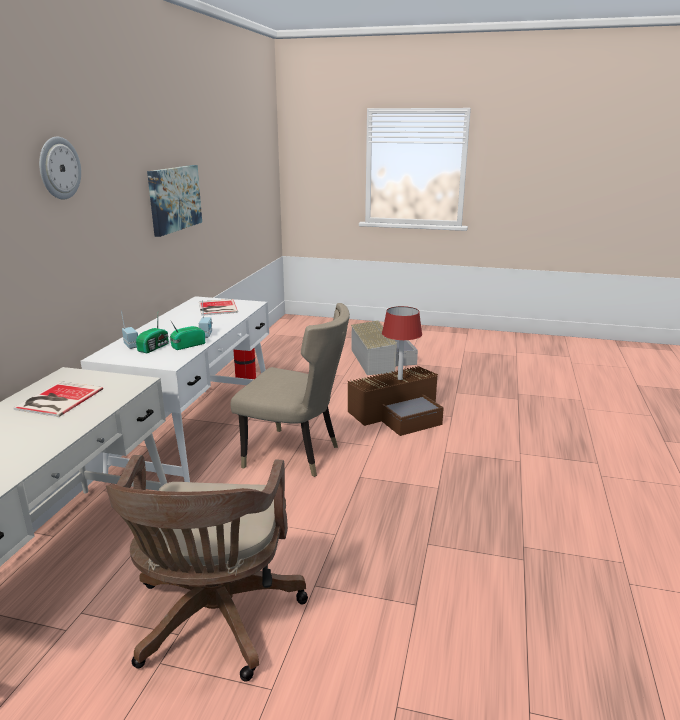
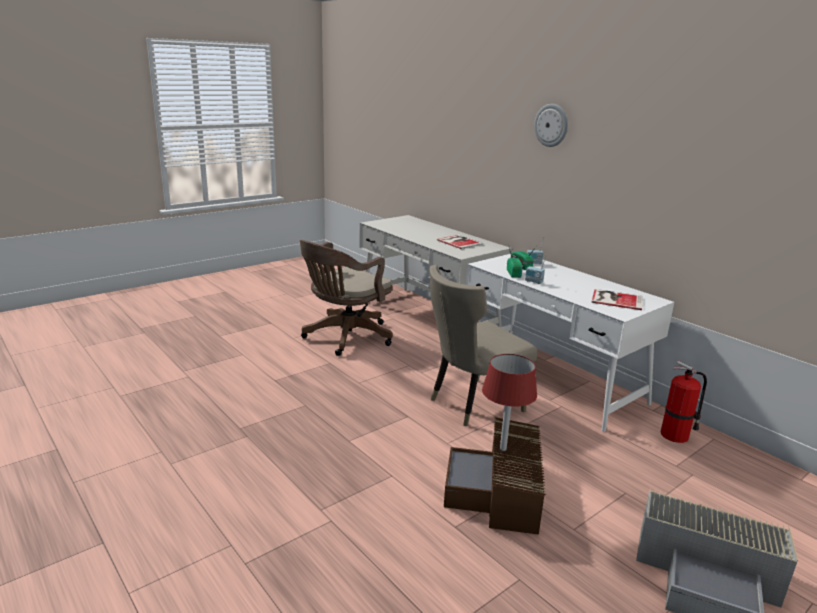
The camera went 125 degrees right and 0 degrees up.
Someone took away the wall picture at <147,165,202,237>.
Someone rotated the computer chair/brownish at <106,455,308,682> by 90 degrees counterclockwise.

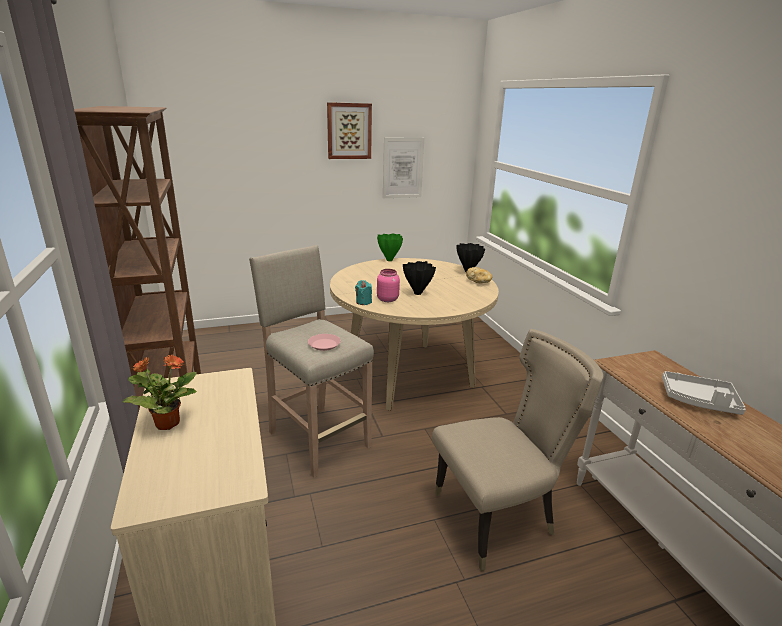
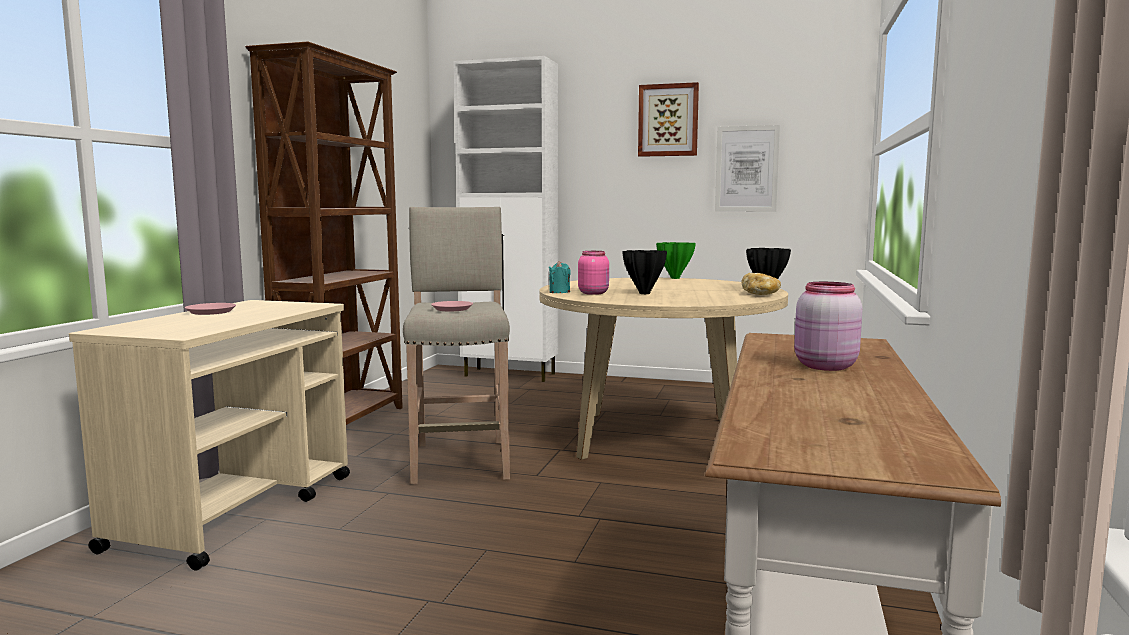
The camera went 35 degrees right and 15 degrees down.
Someone took away the chair/beige at <432,329,604,571>.
Someone swapped the plant in a pot at <123,355,197,430> for the flat dish/pink-coloured at <185,303,236,315>.
Someone swapped the carrying tray/greyish at <662,371,746,415> for the jar/pink-coloured at <794,282,862,371>.
Someone put down the storage cabinet/white at <454,56,558,382>.

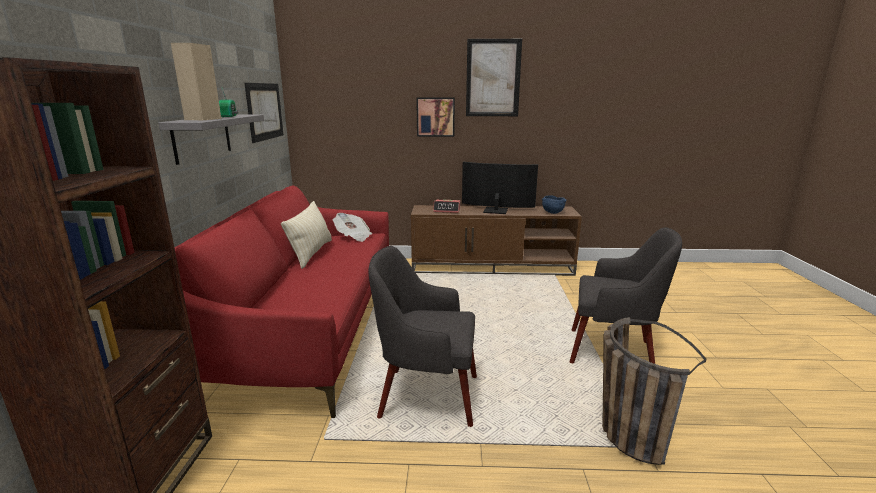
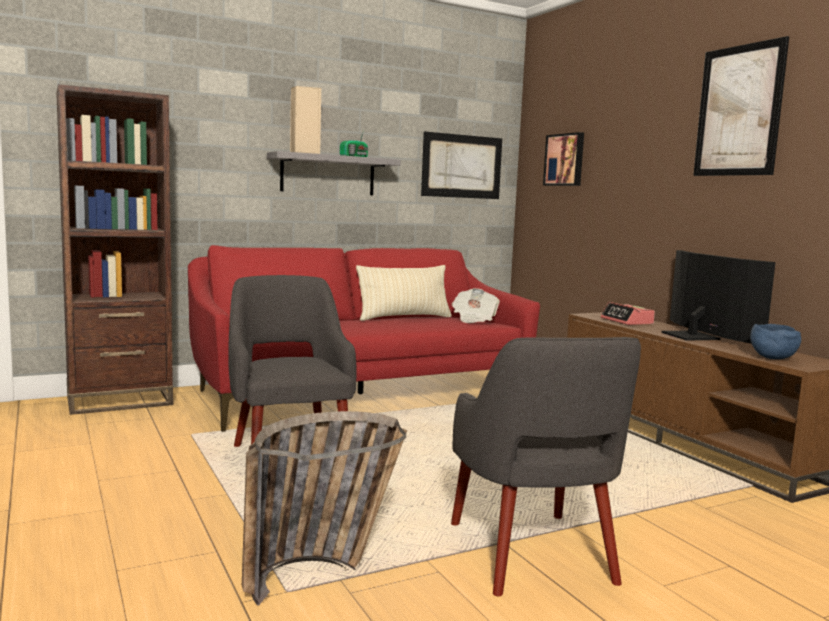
The camera went 60 degrees right and 10 degrees down.
Someone carried the wall picture from <416,97,455,137> to <543,132,584,186>.

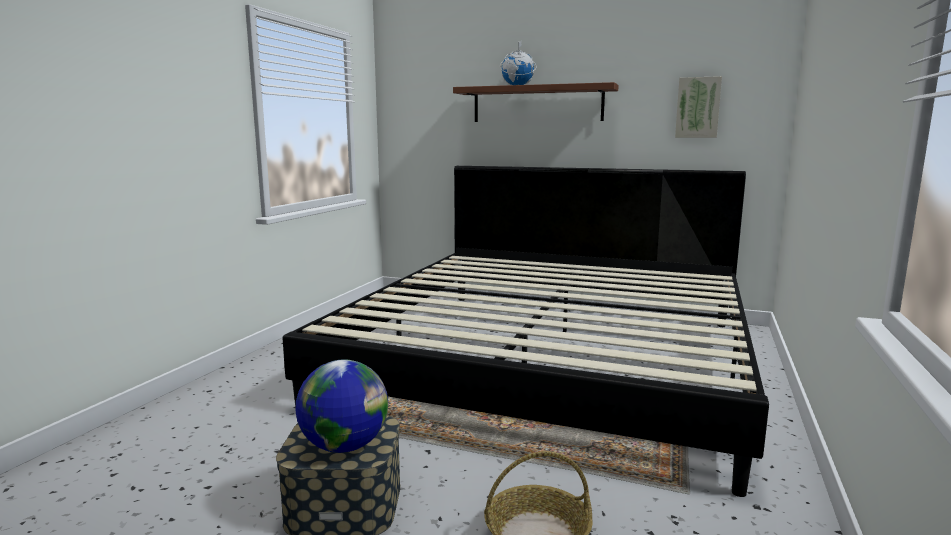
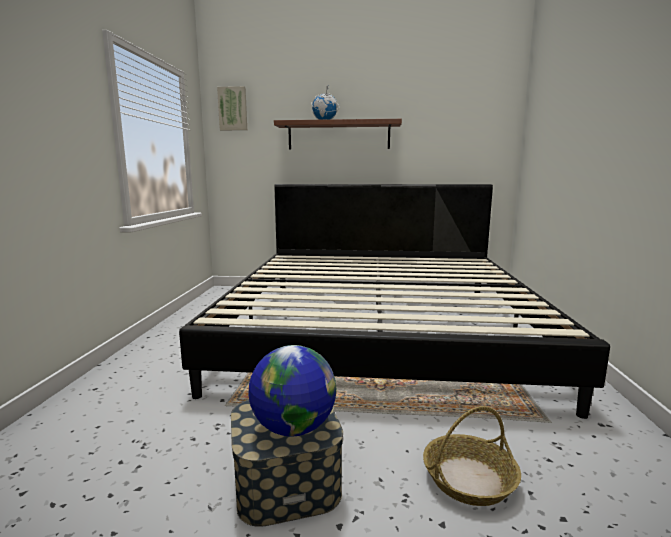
The camera went 15 degrees left and 0 degrees up.
Someone carried the wall picture from <675,76,722,138> to <217,86,247,130>.

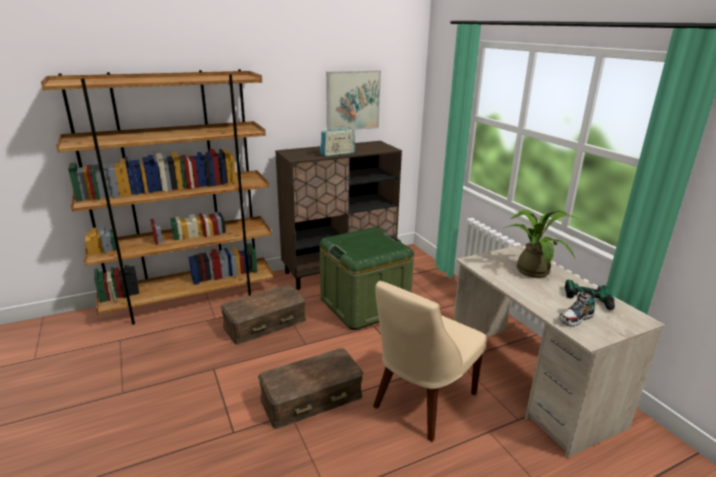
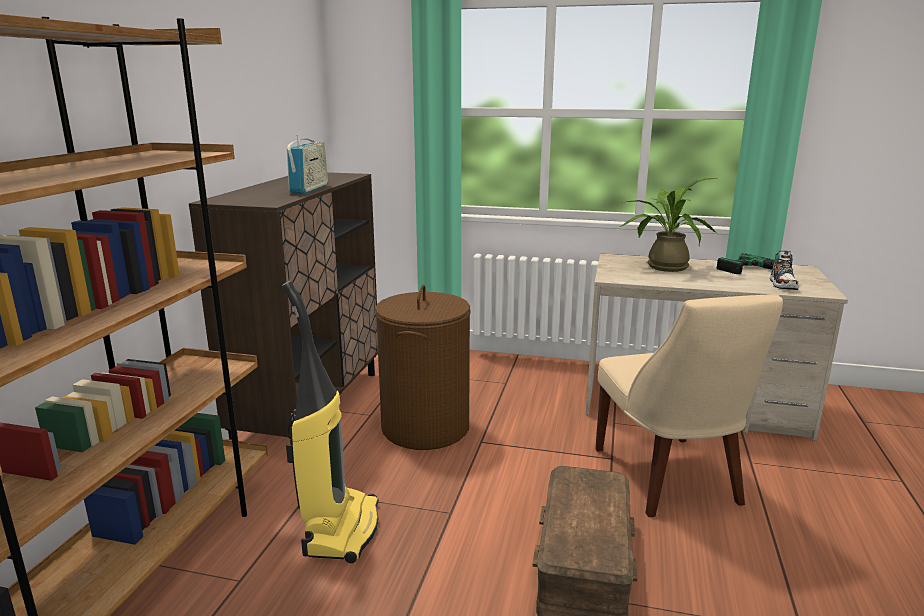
The camera went 50 degrees left and 5 degrees down.
Someone took away the wall picture at <326,70,381,130>.
Someone swapped the storage box/greenish at <320,227,414,330> for the laundry basket/brownish at <375,284,471,450>.
Someone swapped the storage box/brownish at <220,284,306,345> for the hoover at <282,281,379,563>.

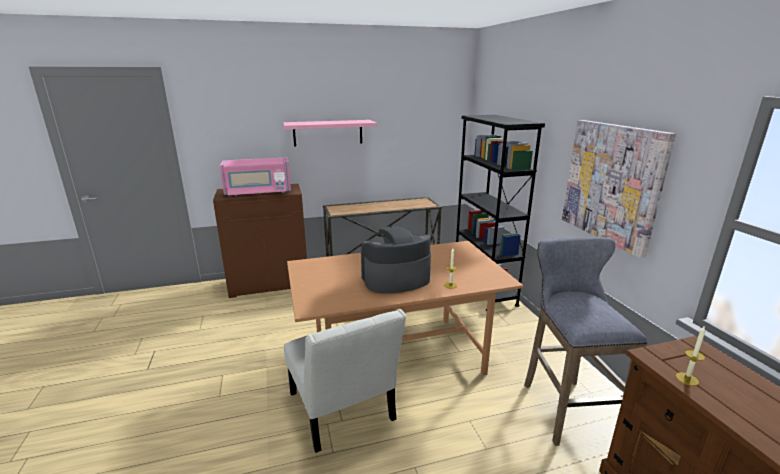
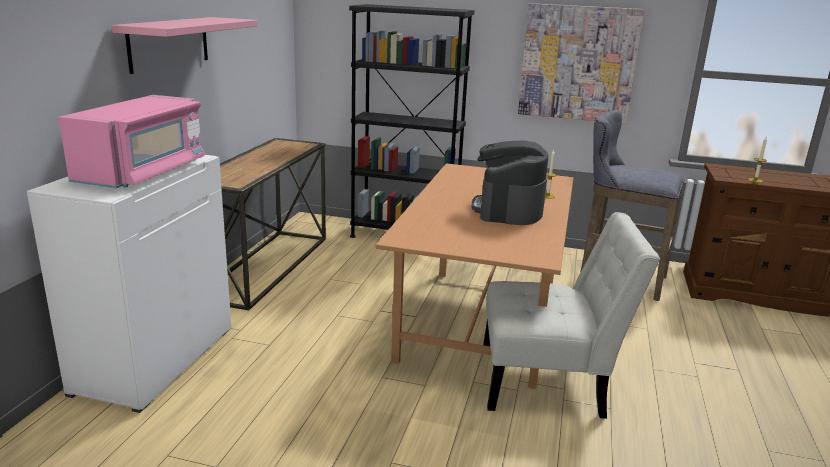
The camera went 60 degrees left and 0 degrees up.
Someone repainted the storage cabinet/brownish at <213,184,307,298>, which became the storage cabinet/white at <27,155,231,413>.

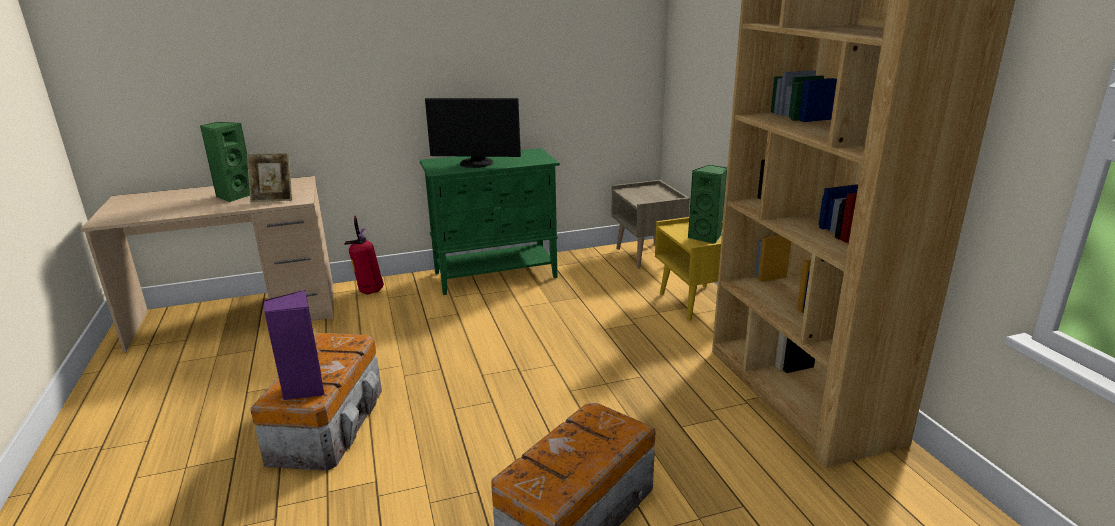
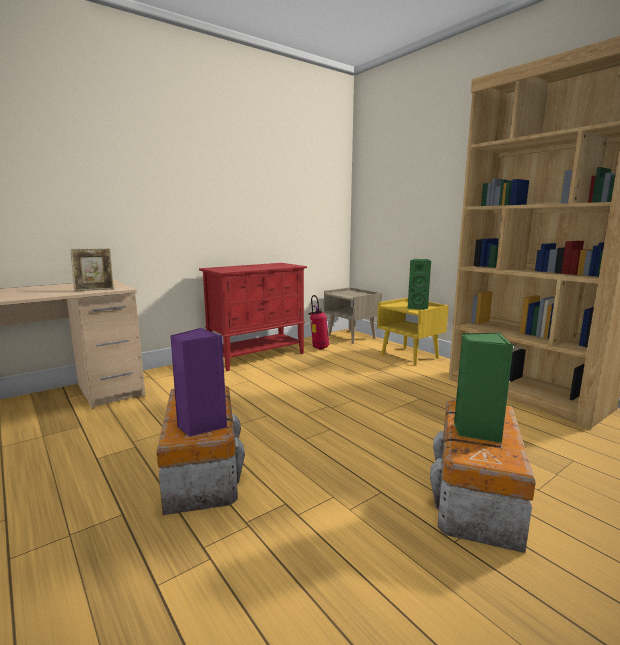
The camera went 20 degrees left and 10 degrees down.
Someone took away the computer screen at <425,98,521,168>.
Someone carried the speaker/greenish from <200,122,250,202> to <454,333,513,443>.
Someone repainted the storage cabinet/greenish at <420,148,560,295>, which became the storage cabinet/reddish at <199,263,307,371>.
Someone carried the fire extinguisher from <344,216,384,295> to <308,295,329,350>.

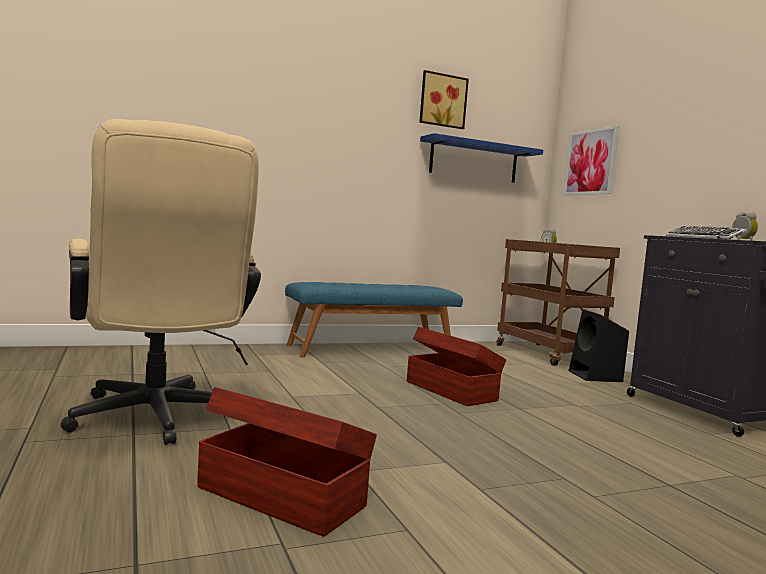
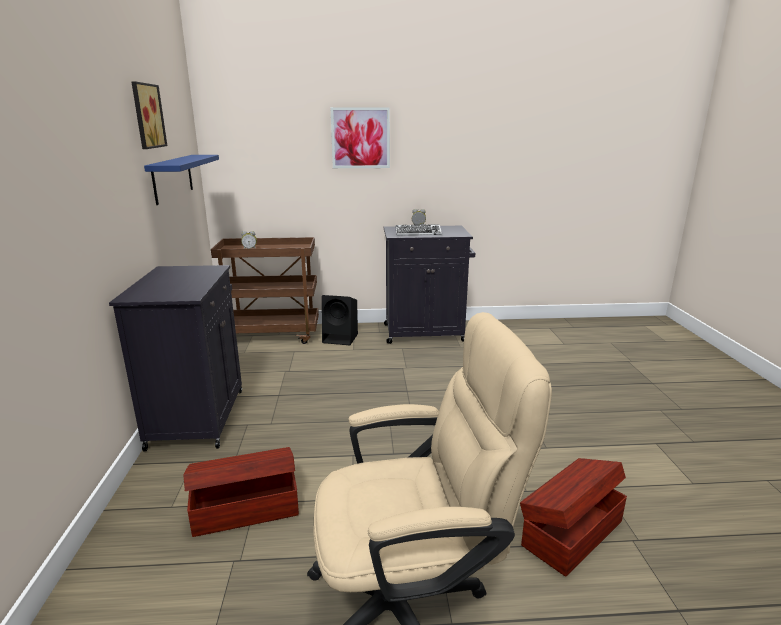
The camera went 70 degrees left and 15 degrees up.
Someone carried the wall picture from <564,126,619,195> to <330,107,390,168>.
Someone swapped the long seat/blue at <285,282,463,358> for the storage cabinet/blackish at <109,265,242,451>.
Someone carried the storage box/brownish from <407,327,506,406> to <184,447,299,537>.

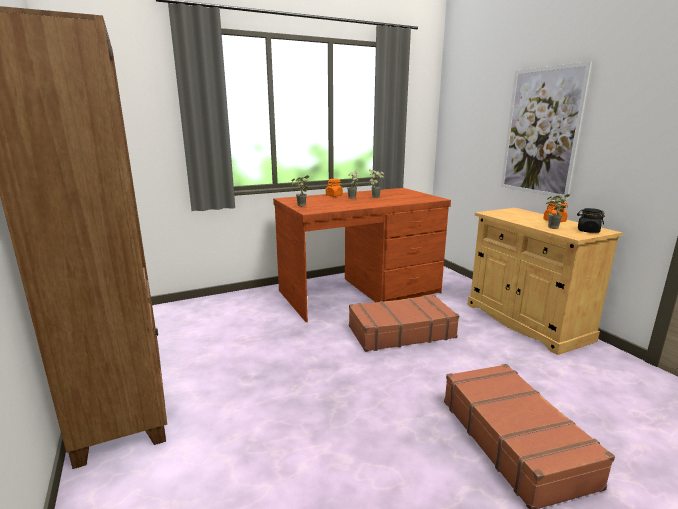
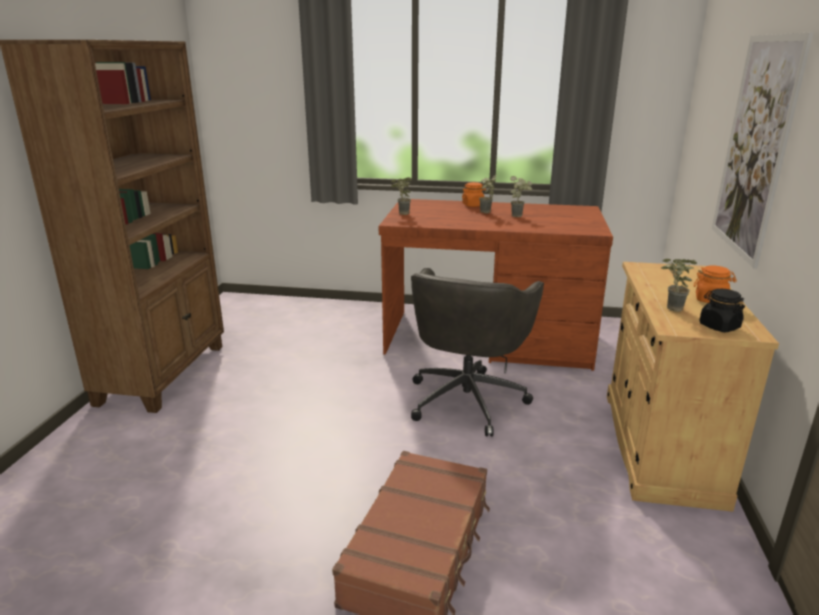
The camera went 35 degrees right and 5 degrees up.
Someone swapped the suitcase/brownish at <349,294,459,352> for the computer chair/greyish at <411,268,544,437>.

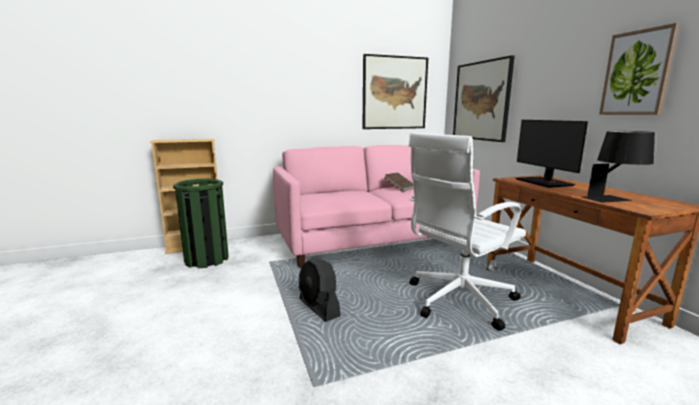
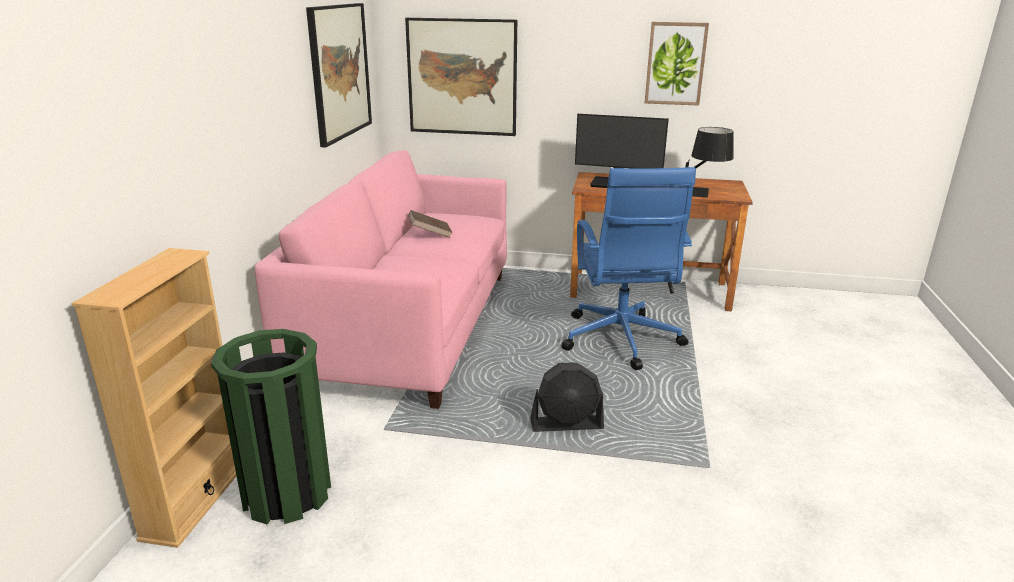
The camera went 60 degrees left and 10 degrees up.
Someone repainted the computer chair/white at <408,132,526,331>, which became the computer chair/blue at <562,167,696,370>.

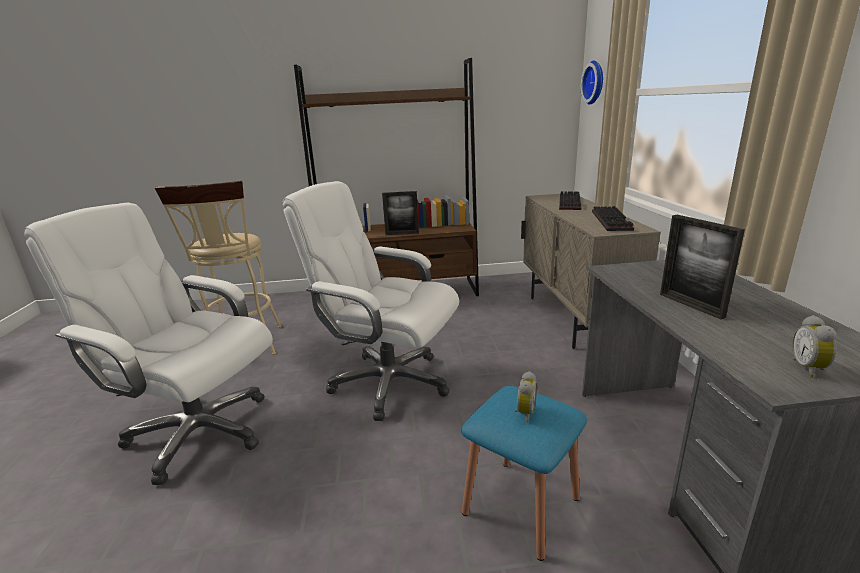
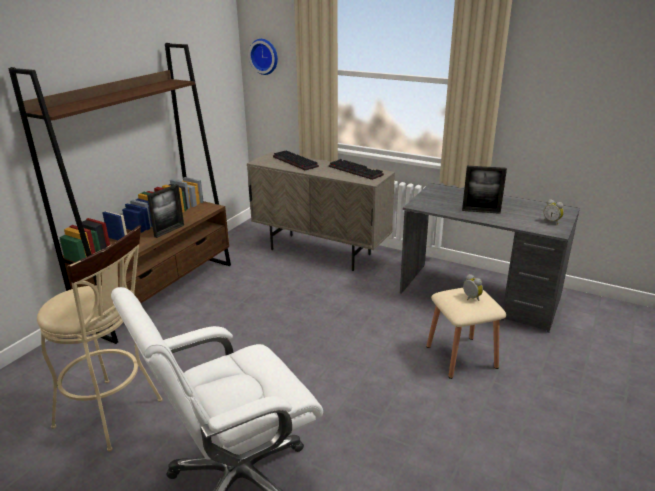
The camera went 55 degrees left and 5 degrees up.
Someone took away the computer chair/white at <282,181,459,421>.
Someone repainted the stool seat/blue at <461,386,587,561>, which became the stool seat/beige at <426,288,506,379>.

